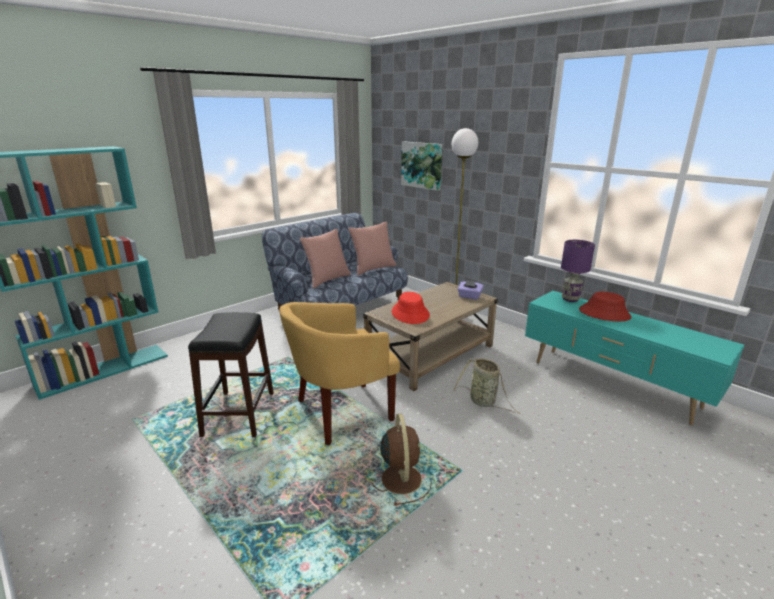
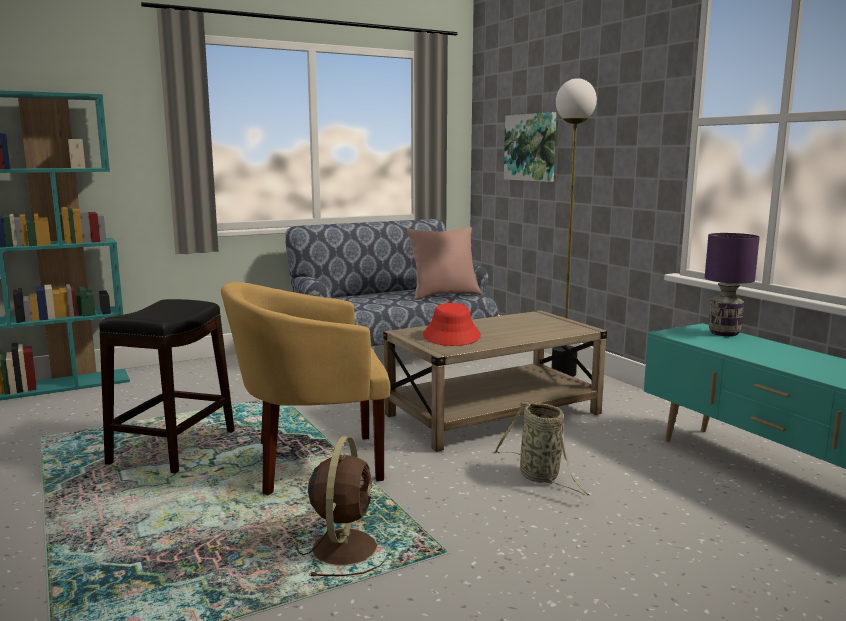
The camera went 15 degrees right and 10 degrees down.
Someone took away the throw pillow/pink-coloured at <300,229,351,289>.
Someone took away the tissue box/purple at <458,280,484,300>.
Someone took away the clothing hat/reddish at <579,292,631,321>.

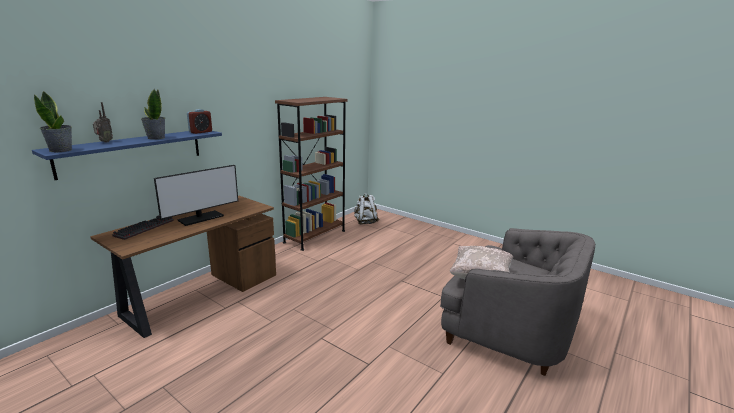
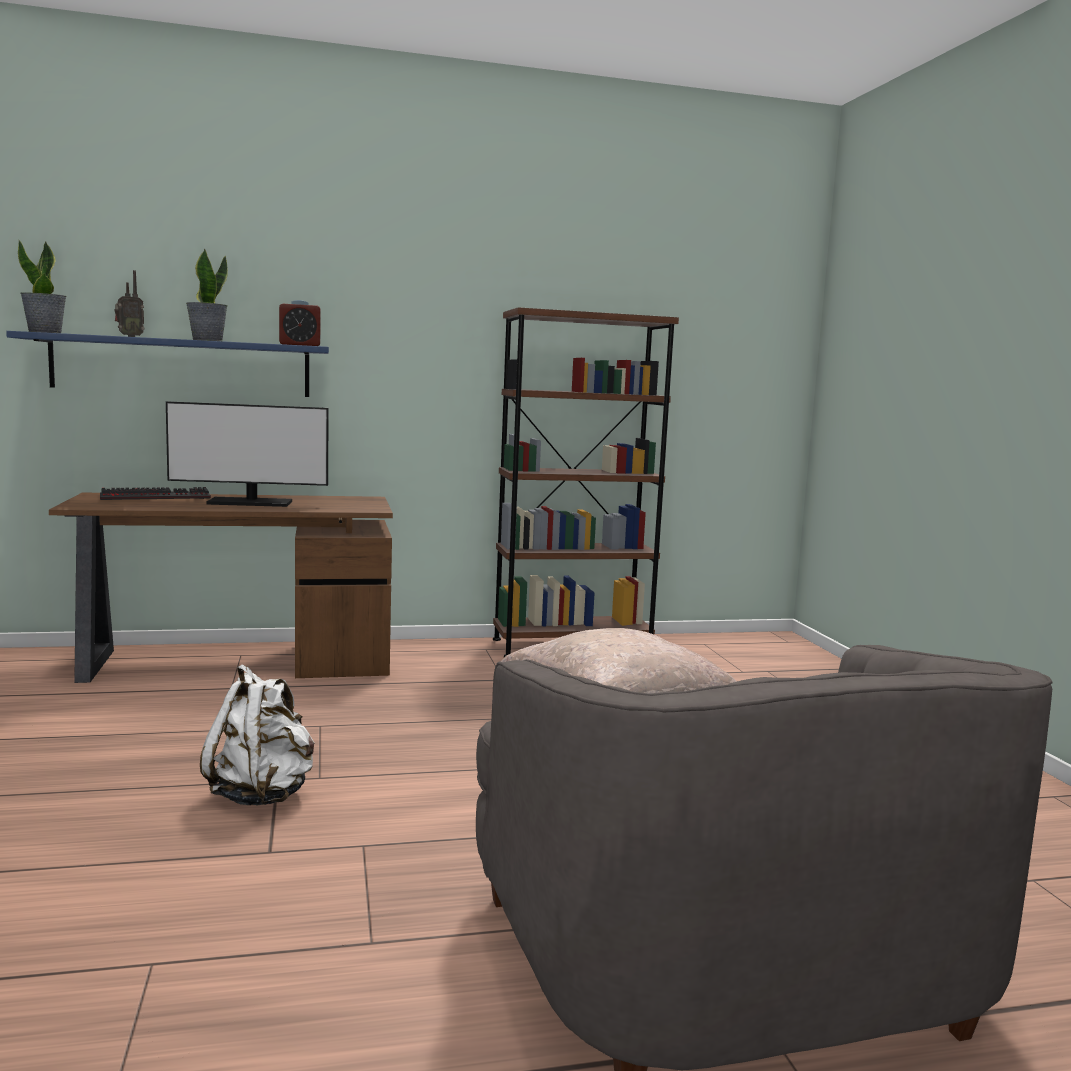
The camera went 40 degrees right and 10 degrees down.
Someone carried the rucksack/white from <354,193,379,224> to <200,664,314,806>.

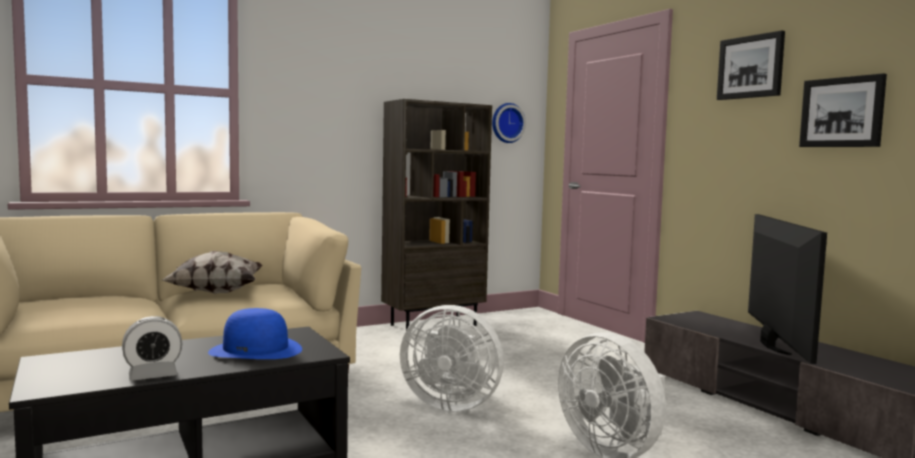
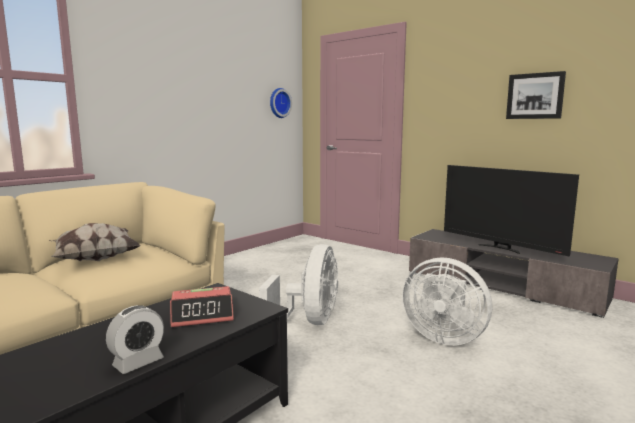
The camera went 20 degrees left and 5 degrees up.
Someone took away the wall picture at <717,30,785,100>.
Someone took away the bookcase/brownish at <381,99,492,330>.
Someone rotated the TV set at <748,214,827,364> by 150 degrees clockwise.
Someone rotated the electric fan/white at <400,305,504,412> by 75 degrees counterclockwise.
Someone swapped the clothing hat/blue at <208,308,302,359> for the bedside clock at <170,286,234,327>.

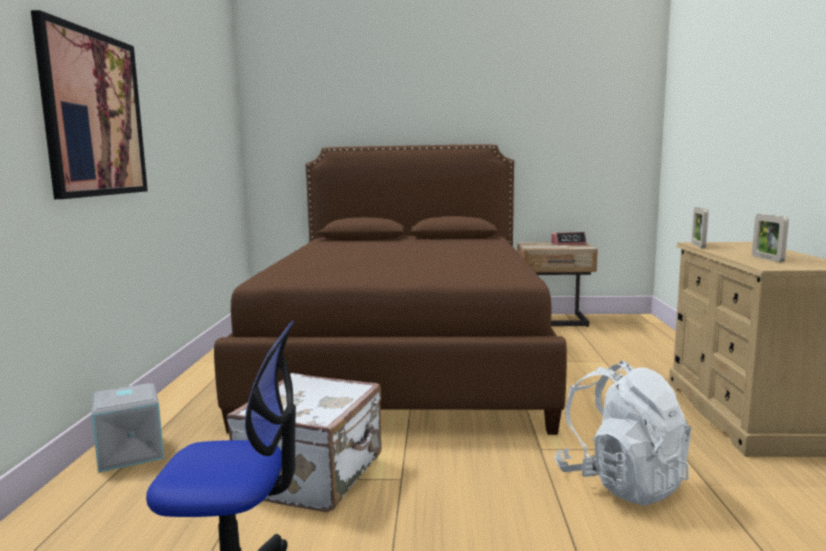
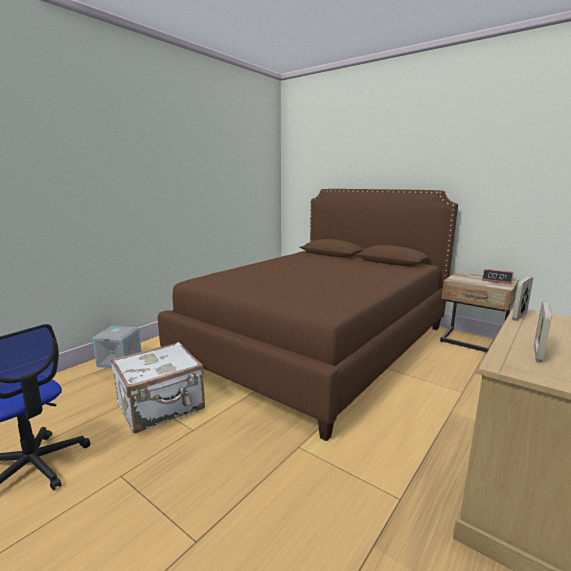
The camera went 35 degrees right and 5 degrees up.
Someone took away the wall picture at <31,10,148,199>.
Someone took away the rucksack/white at <554,360,691,506>.

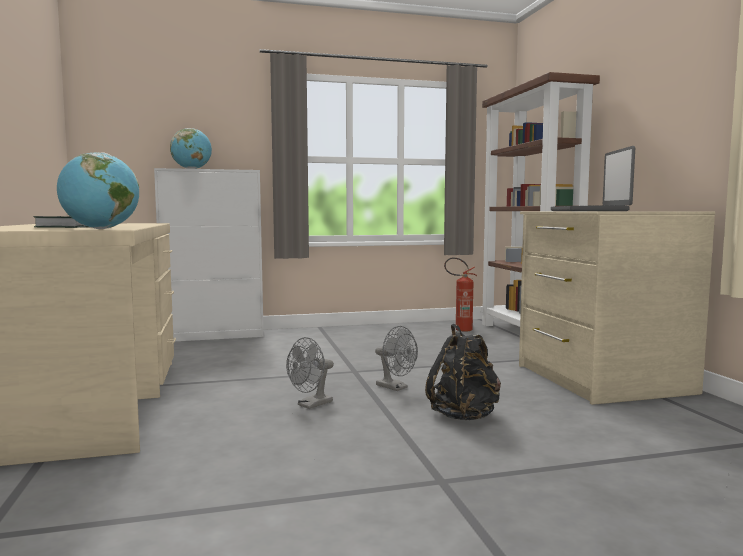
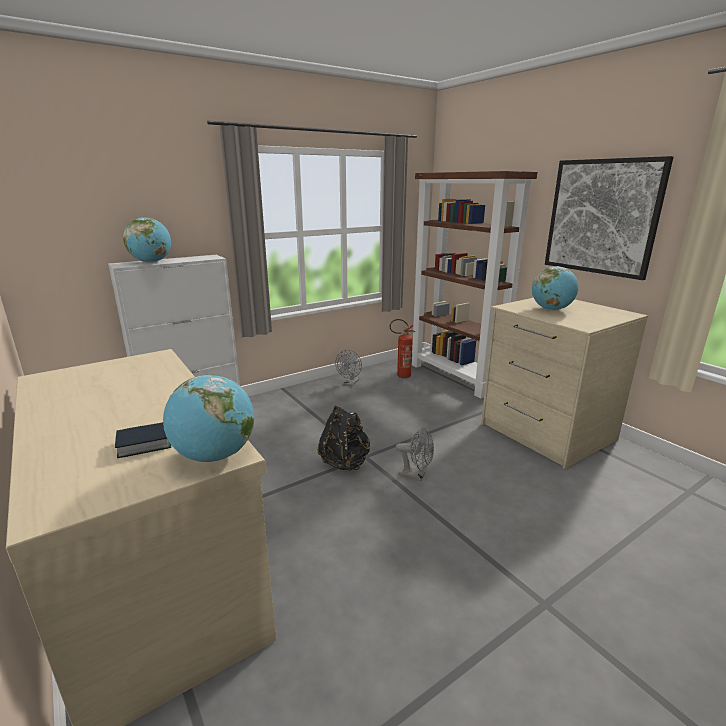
The camera went 20 degrees left and 15 degrees up.
Someone swapped the portable computer at <551,146,635,211> for the globe at <532,266,578,310>.
Someone carried the rucksack/blackish from <425,324,501,420> to <318,406,370,471>.
Someone carried the electric fan/greyish from <286,337,334,409> to <335,350,362,386>.
Someone put up the wall picture at <545,156,673,280>.

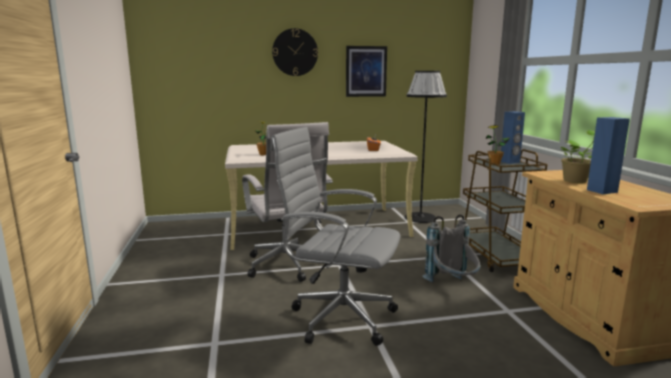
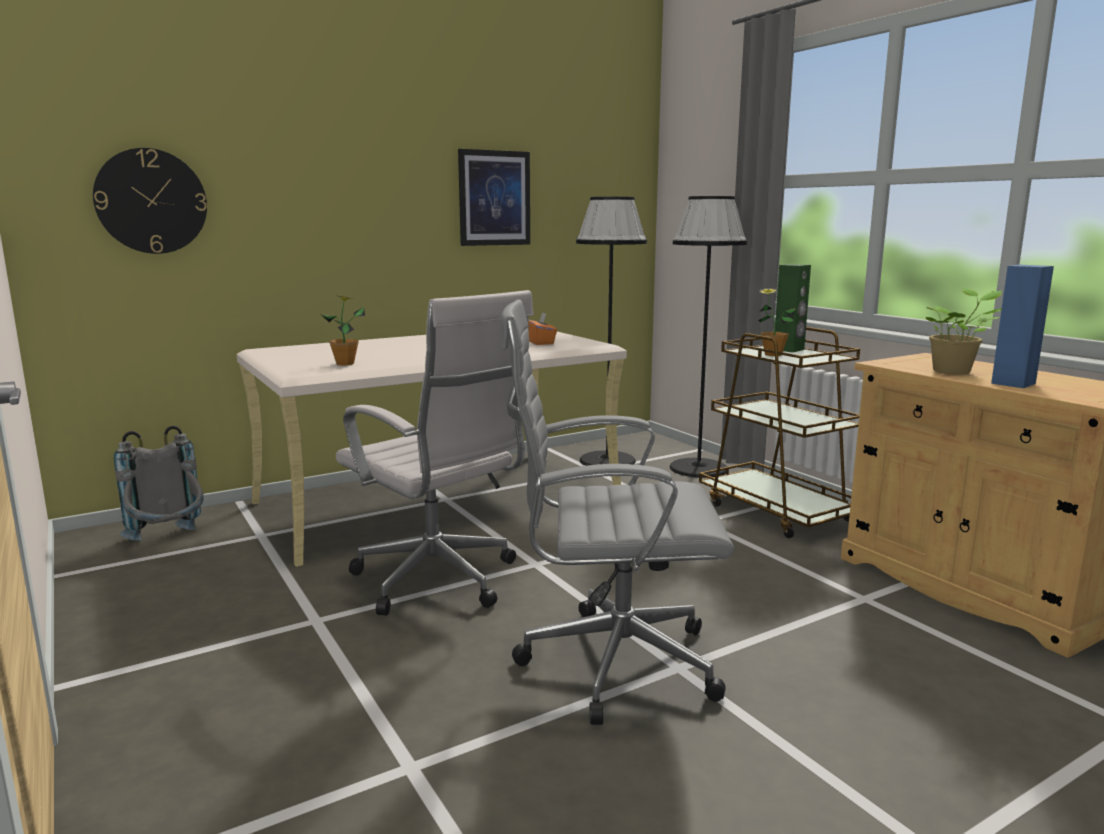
The camera went 20 degrees left and 0 degrees up.
Someone carried the wall clock from <272,28,318,76> to <93,148,207,254>.
Someone repainted the speaker/blue at <501,111,525,164>, which became the speaker/greenish at <775,264,811,353>.
Someone carried the rucksack/greyish from <423,214,480,283> to <114,426,204,541>.
Someone put down the standard lamp/blackish at <670,196,747,478>.

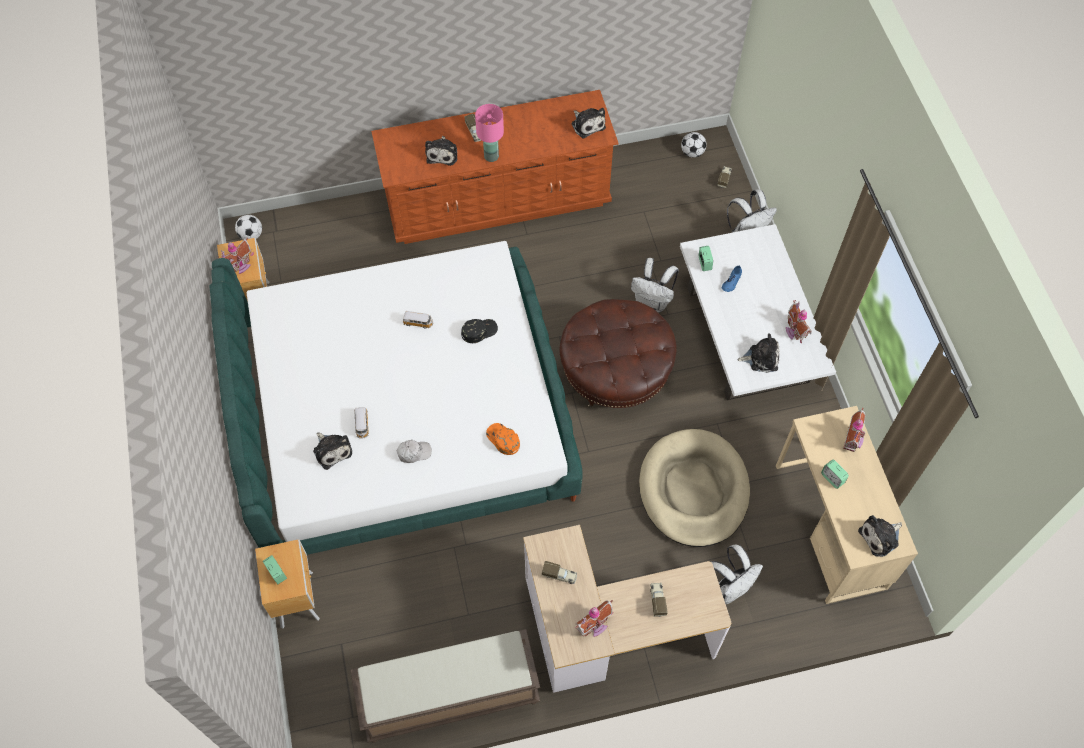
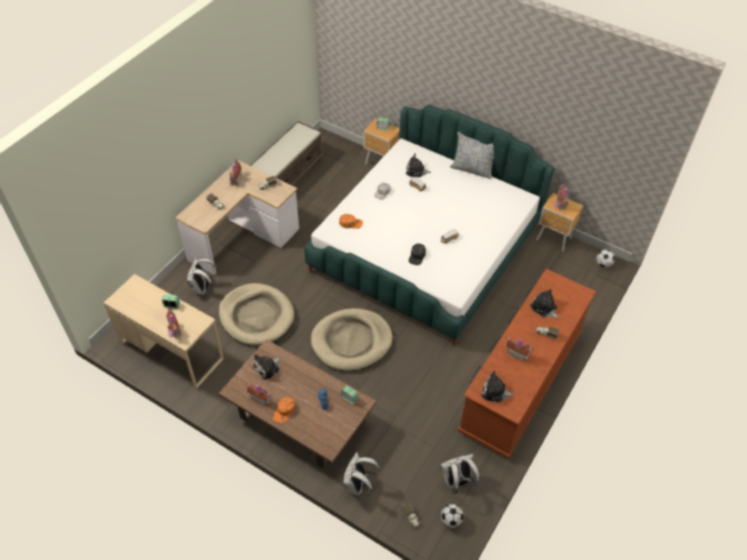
The camera went 135 degrees right and 10 degrees down.
Someone took away the table lamp/pink-coloured at <475,104,504,162>.
Someone repainted the lounge table/white at <680,224,836,400>, which became the lounge table/brownish at <219,339,376,468>.
Someone carried the rucksack/white from <631,258,679,313> to <440,454,479,494>.
Someone swapped the ottoman/brownish at <559,299,677,408> for the dog bed/beige at <311,308,393,371>.
Someone took away the cuddly toy at <858,515,902,557>.
Someone put down the throw pillow at <450,132,494,179>.
Someone put down the model house at <506,337,534,362>.
Someone put down the baseball cap/orangey at <273,397,295,423>.

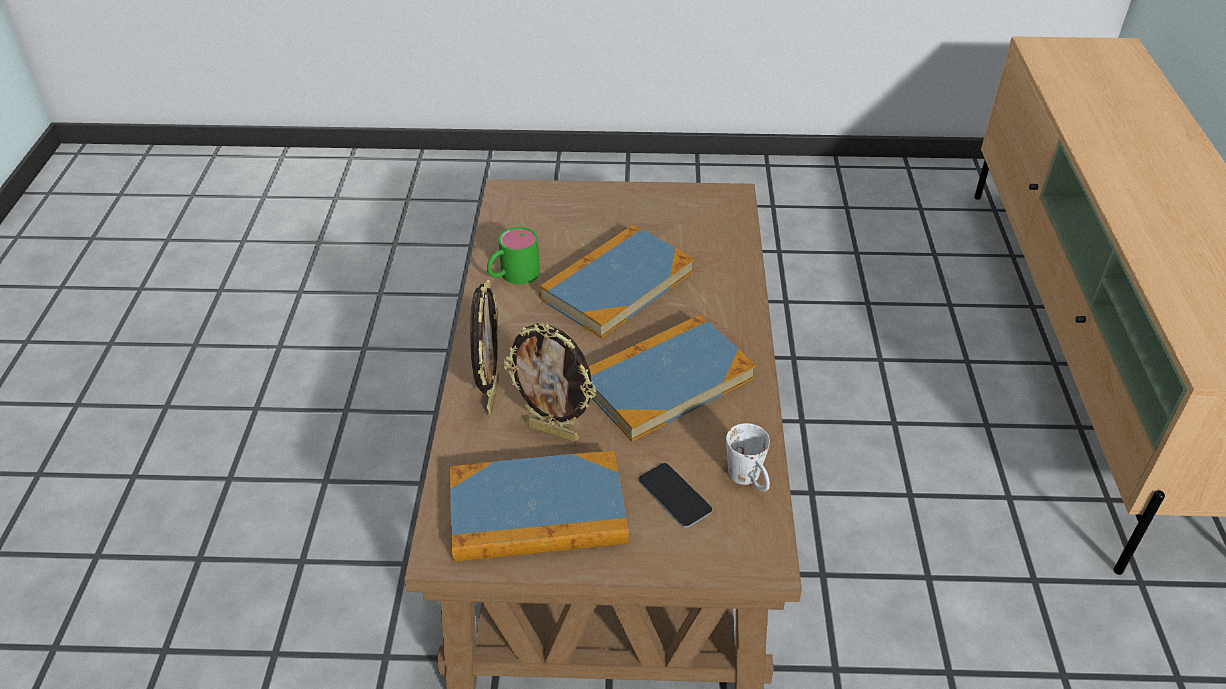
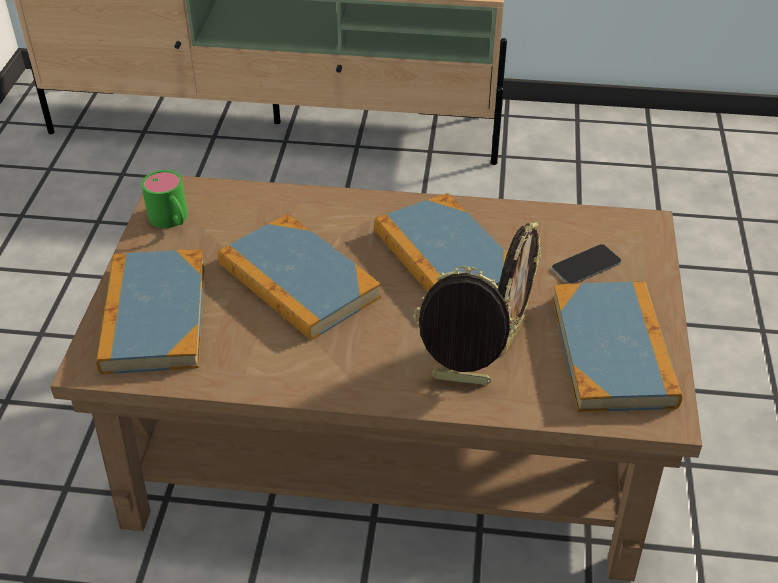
The camera went 85 degrees left and 0 degrees up.
Someone carried the mug/greenish from <487,227,540,284> to <141,170,188,228>.
Someone took away the mug/white at <726,423,770,491>.
Someone put down the book at <96,249,205,374>.

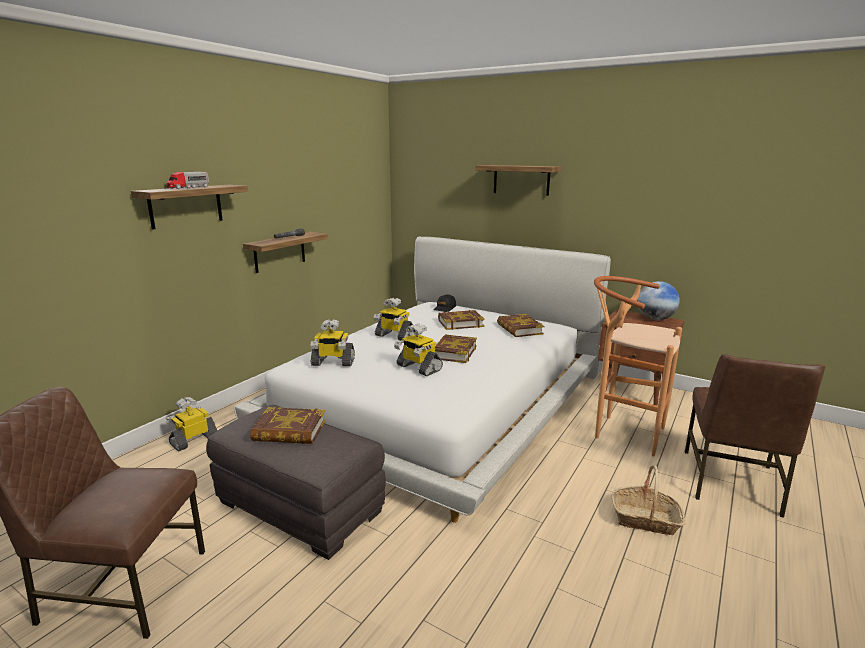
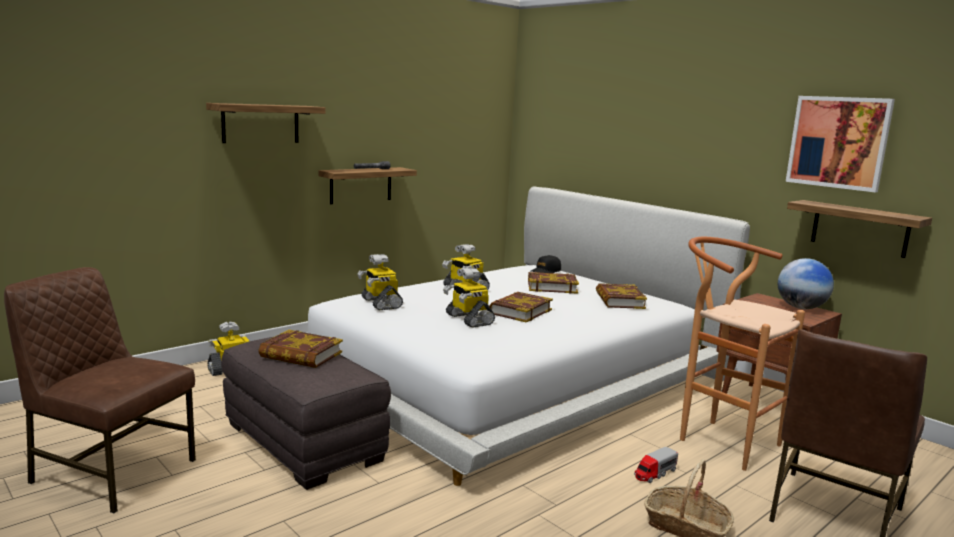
The camera went 15 degrees right and 5 degrees down.
Someone carried the shelf from <475,165,561,196> to <787,200,932,258>.
Someone carried the toy lorry from <167,172,209,189> to <634,447,678,483>.
Someone rotated the model robot at <311,319,355,366> by 45 degrees clockwise.
Someone put up the wall picture at <786,96,895,192>.

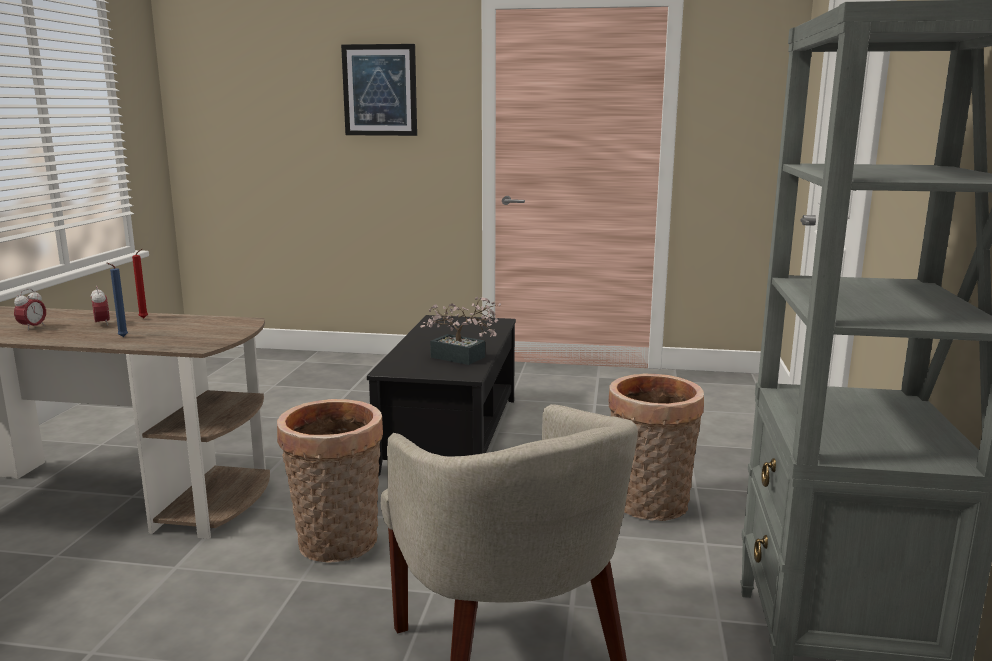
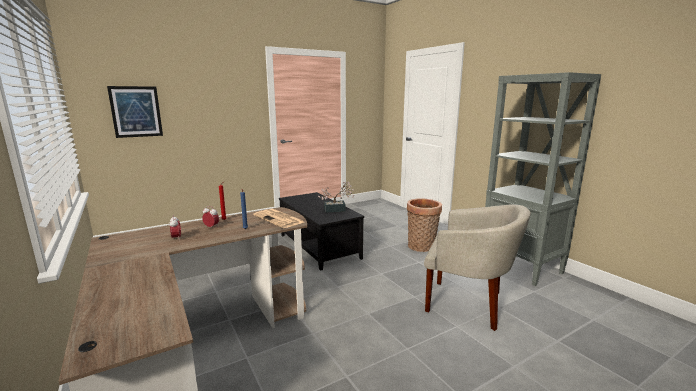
The camera went 40 degrees left and 0 degrees up.
Someone carried the wall picture from <341,44,417,136> to <107,86,163,138>.
Someone took away the household basket at <277,399,383,562>.
Someone put down the newspaper at <254,209,304,228>.

